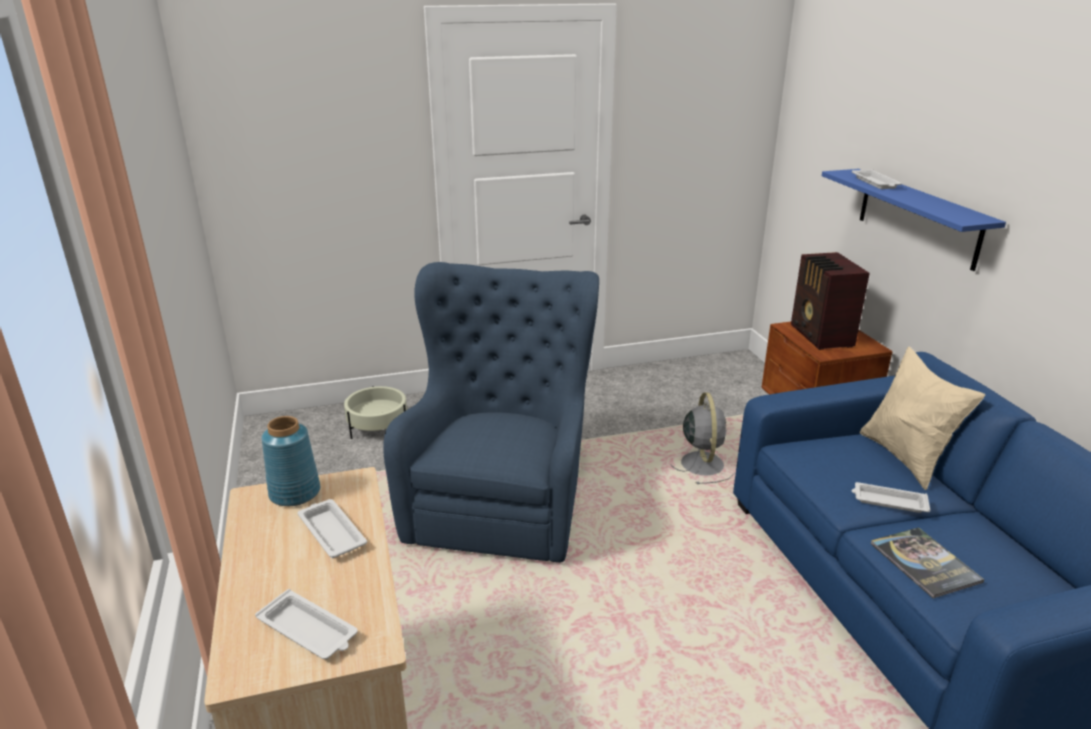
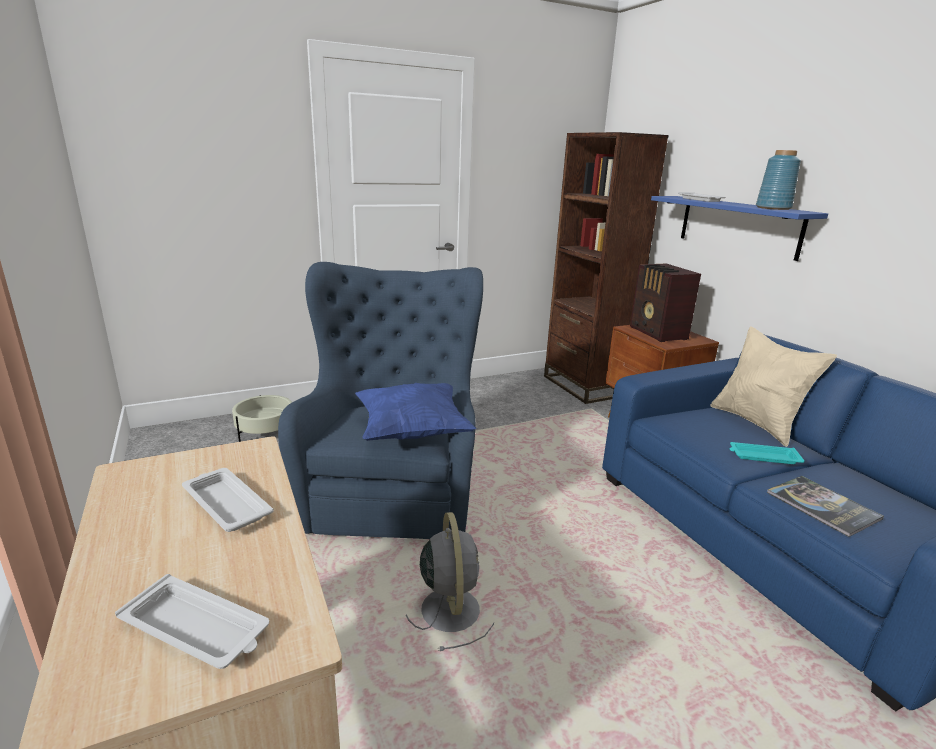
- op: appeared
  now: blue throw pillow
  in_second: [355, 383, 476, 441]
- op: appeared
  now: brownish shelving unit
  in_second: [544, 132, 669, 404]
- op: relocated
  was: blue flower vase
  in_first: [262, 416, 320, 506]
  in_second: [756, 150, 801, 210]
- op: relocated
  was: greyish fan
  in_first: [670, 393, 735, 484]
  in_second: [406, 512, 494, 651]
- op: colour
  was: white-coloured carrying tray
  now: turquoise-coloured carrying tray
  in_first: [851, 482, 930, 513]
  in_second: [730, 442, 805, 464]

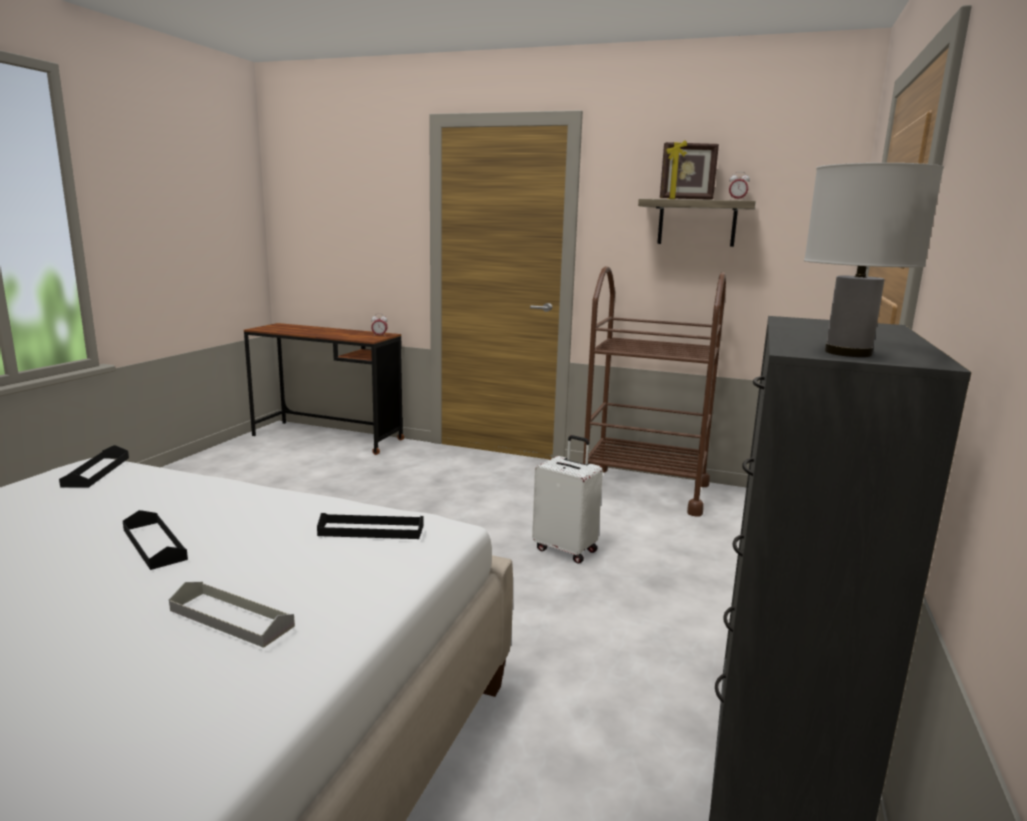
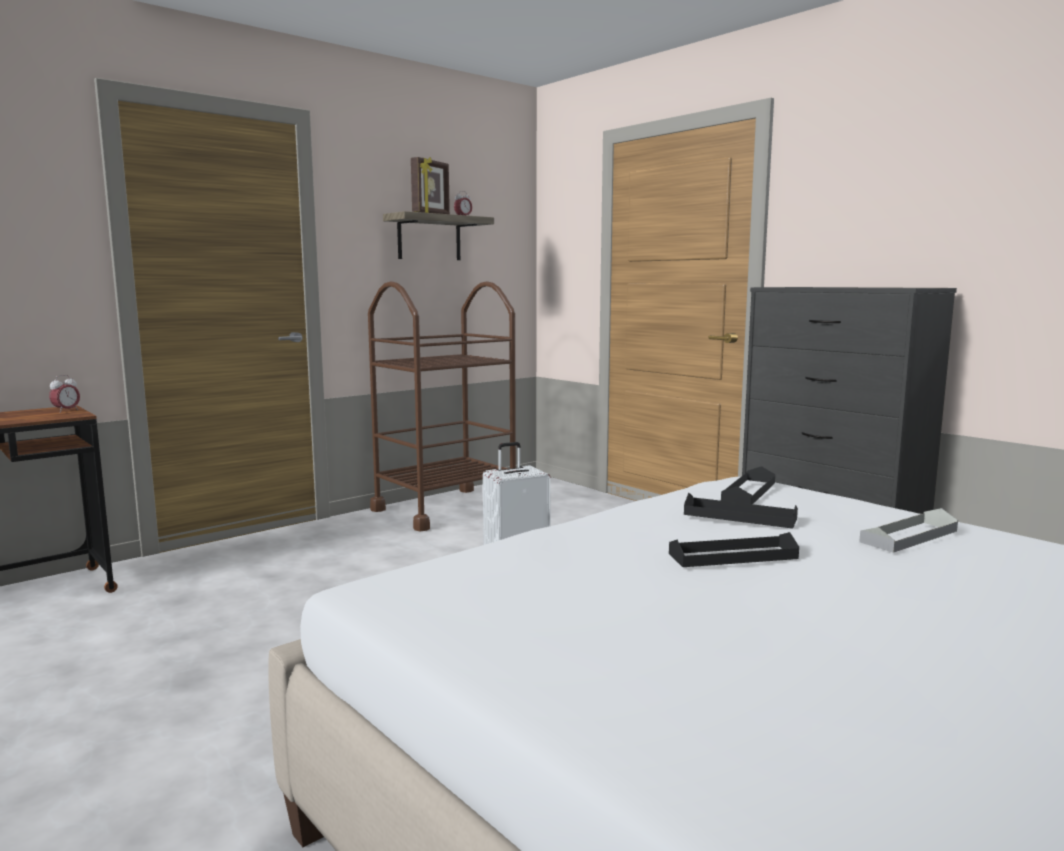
- op: missing
  was: white-coloured table lamp
  in_first: [804, 163, 944, 357]
- op: relocated
  was: black-coloured carrying tray
  in_first: [59, 445, 129, 488]
  in_second: [684, 493, 798, 529]

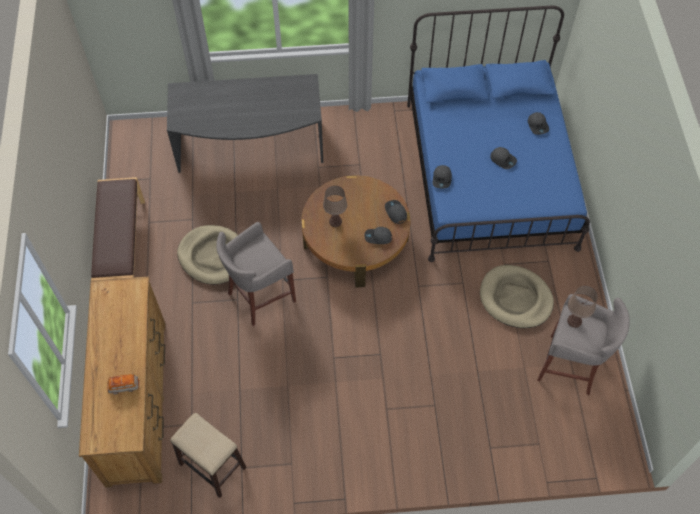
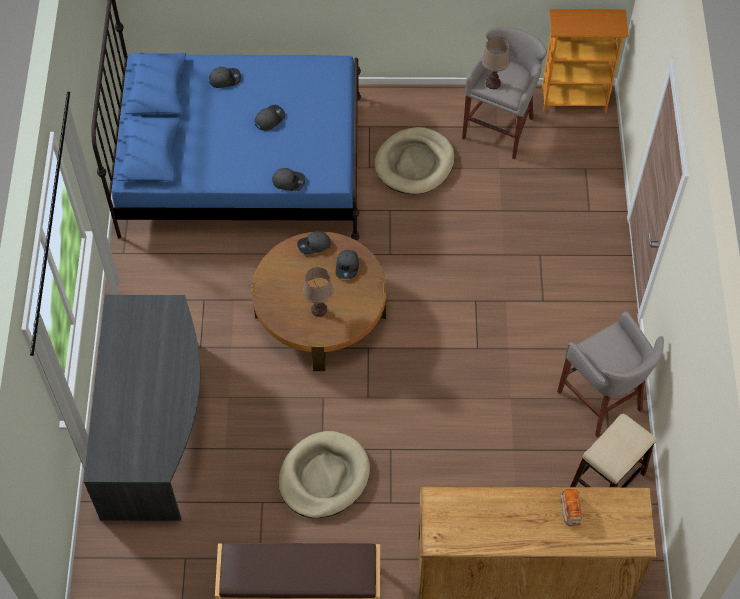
- op: appeared
  now: shelving unit
  in_second: [542, 9, 629, 113]
- op: relocated
  was: greyish stool seat
  in_first: [216, 222, 296, 326]
  in_second: [557, 311, 664, 437]

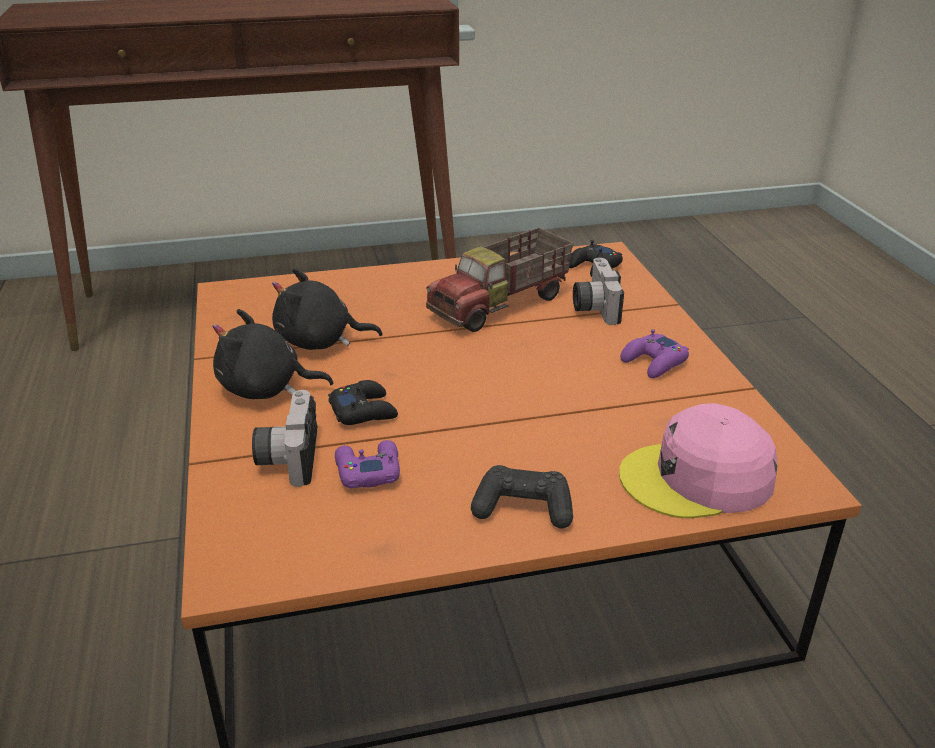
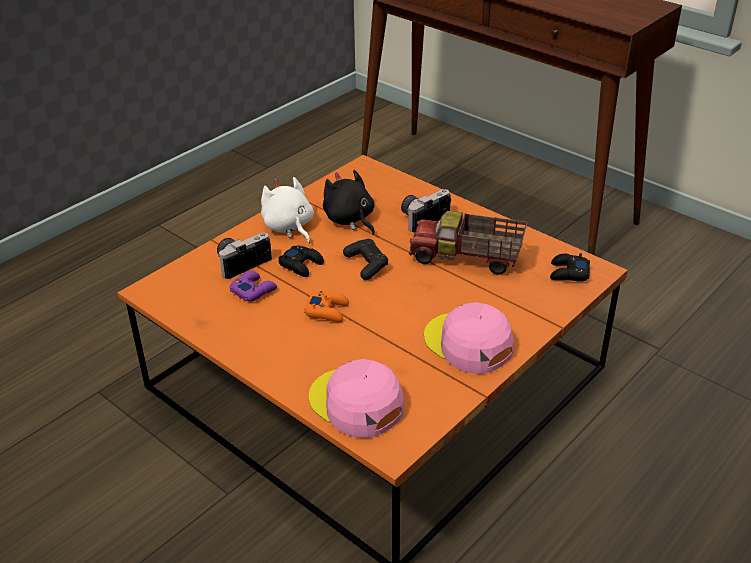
- op: appeared
  now: orange-coloured joypad
  in_second: [304, 291, 349, 322]
- op: relocated
  was: black-coloured joypad
  in_first: [471, 465, 573, 529]
  in_second: [343, 239, 388, 280]
- op: relocated
  was: still camera
  in_first: [573, 258, 624, 325]
  in_second: [401, 189, 451, 233]
- op: exchanged
  was: purple-coloured joypad
  now: pink baseball cap
  in_first: [620, 329, 689, 378]
  in_second: [424, 302, 514, 374]
- op: colour
  was: black-coloured plush toy
  now: white-coloured plush toy
  in_first: [213, 309, 333, 399]
  in_second: [261, 177, 314, 244]

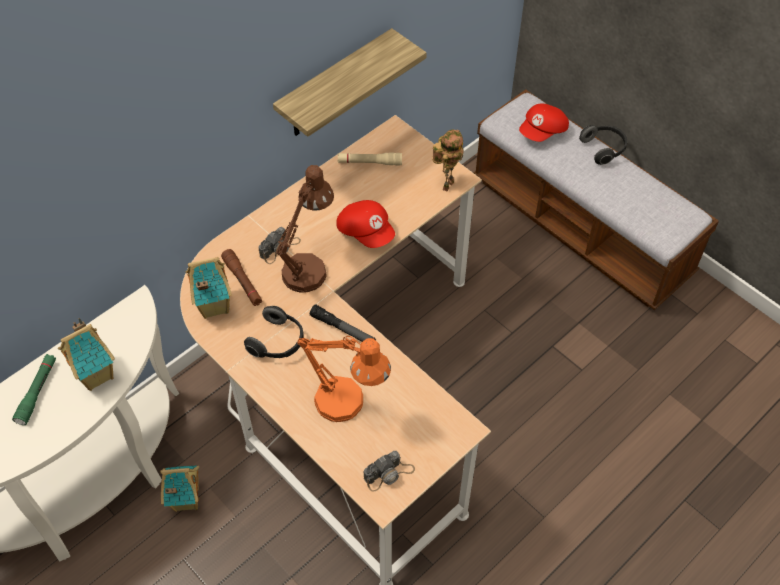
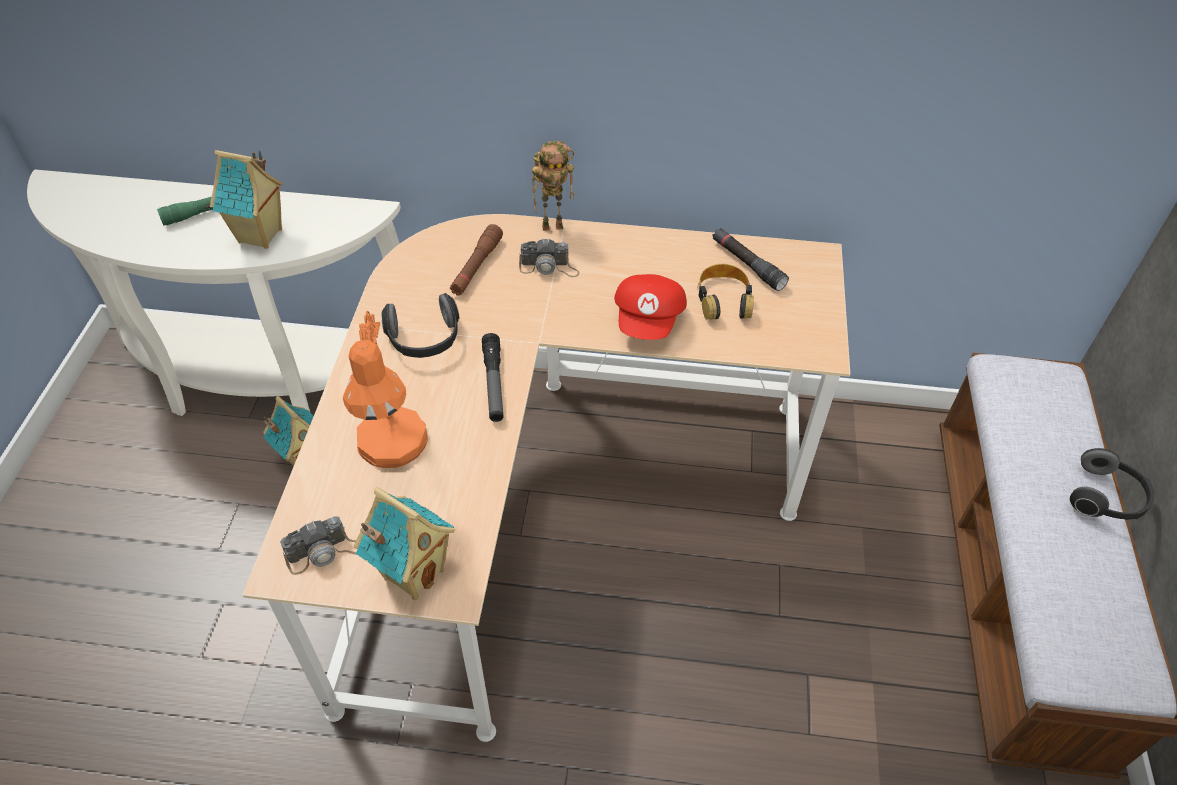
- op: missing
  was: bracket shelf
  in_first: [273, 28, 427, 137]
- op: missing
  was: brownish table lamp
  in_first: [276, 165, 334, 293]
- op: missing
  was: reddish baseball cap
  in_first: [519, 103, 569, 142]
- op: appeared
  now: pair of headphones
  in_second: [698, 264, 754, 320]
- op: relocated
  was: model house
  in_first: [186, 257, 232, 319]
  in_second: [354, 488, 455, 600]
- op: relocated
  was: robot figure
  in_first: [432, 130, 463, 192]
  in_second: [532, 141, 574, 231]
- op: colour
  was: beige hand torch
  now: black-coloured hand torch
  in_first: [337, 153, 402, 165]
  in_second: [712, 228, 789, 291]
- op: spun
  was: still camera
  in_first: [364, 451, 415, 492]
  in_second: [280, 516, 357, 575]
  clockwise: -45

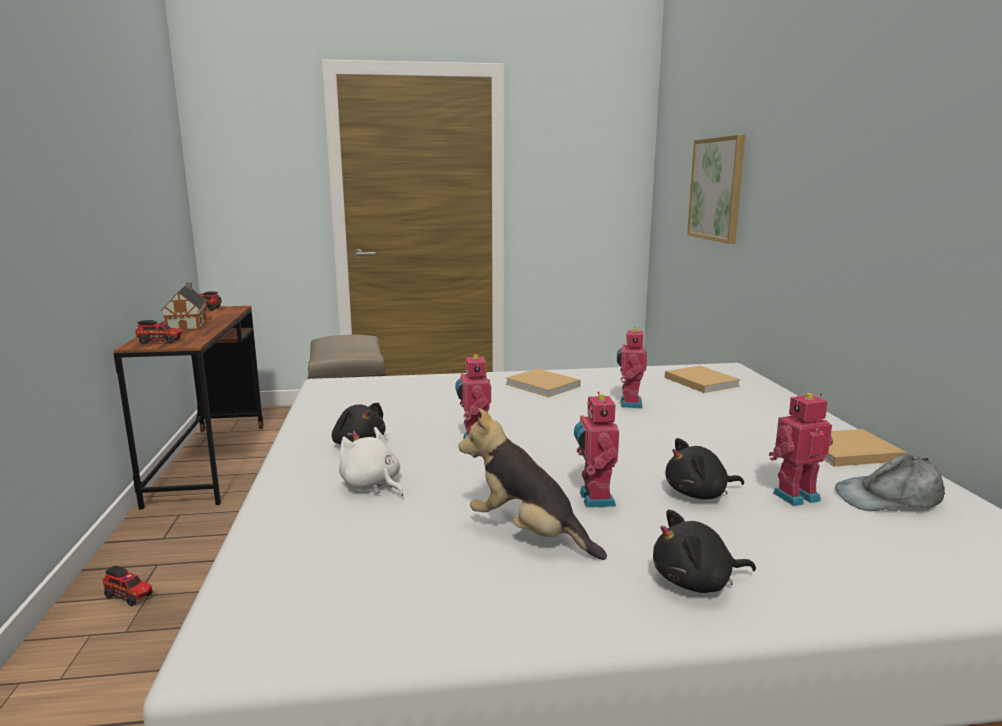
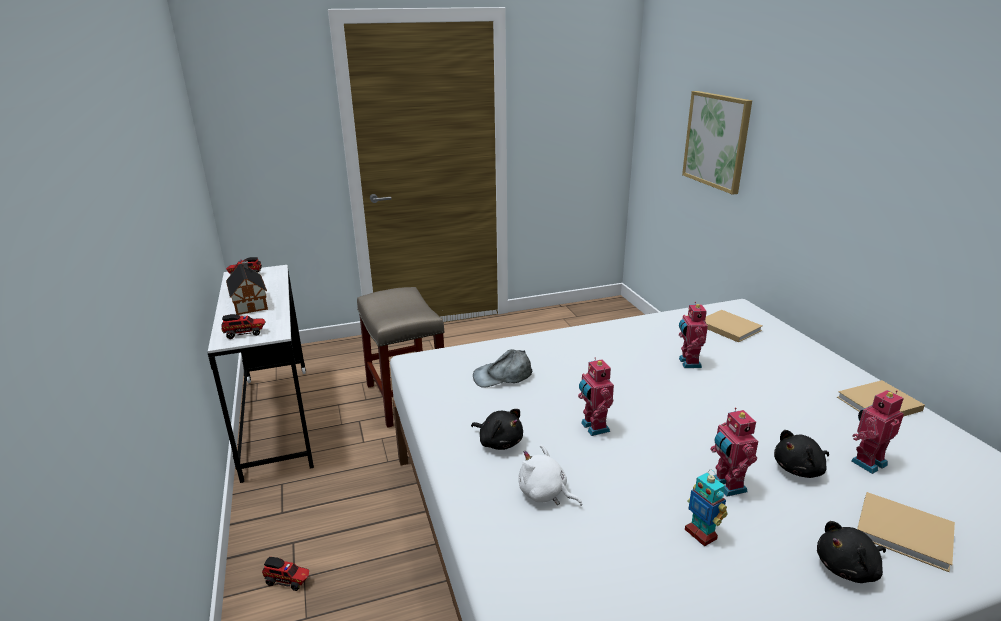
- op: relocated
  was: beige volume
  in_first: [506, 369, 581, 397]
  in_second: [857, 492, 955, 572]
- op: relocated
  was: greyish baseball cap
  in_first: [835, 454, 945, 511]
  in_second: [473, 349, 532, 387]
- op: exchanged
  was: plush toy
  now: robot figure
  in_first: [458, 408, 607, 560]
  in_second: [685, 469, 728, 547]
- op: colour
  was: brownish desk table
  now: white-coloured desk table
  in_first: [113, 306, 263, 510]
  in_second: [208, 265, 314, 483]

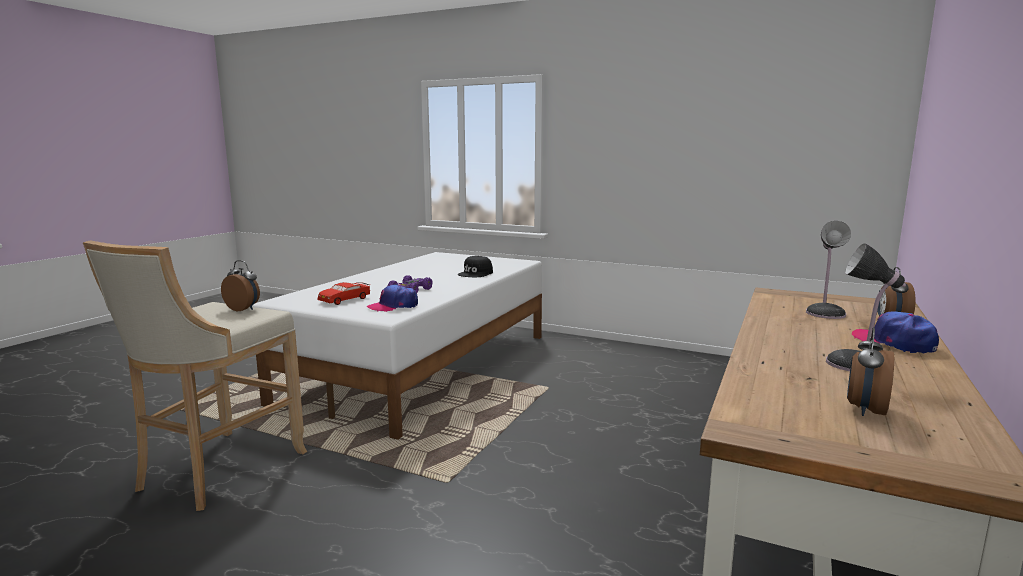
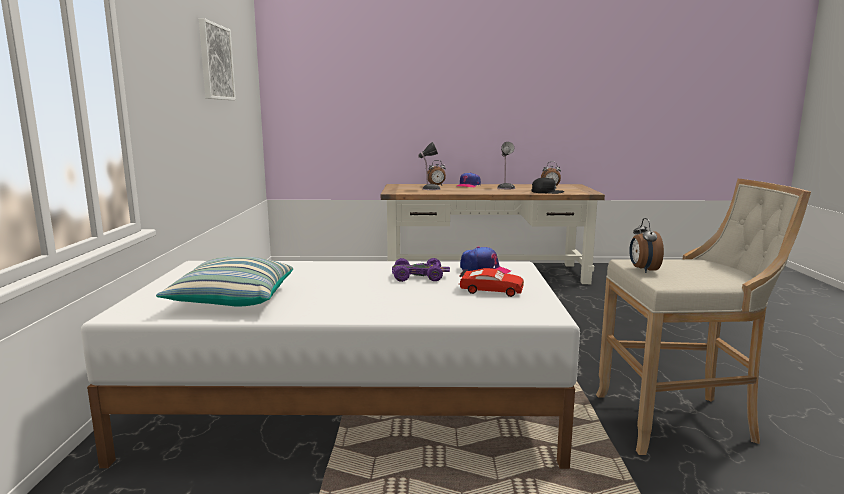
- op: appeared
  now: throw pillow
  in_second: [156, 257, 293, 307]
- op: appeared
  now: wall art
  in_second: [199, 18, 236, 100]
- op: relocated
  was: black-coloured baseball cap
  in_first: [458, 256, 493, 277]
  in_second: [532, 177, 564, 194]

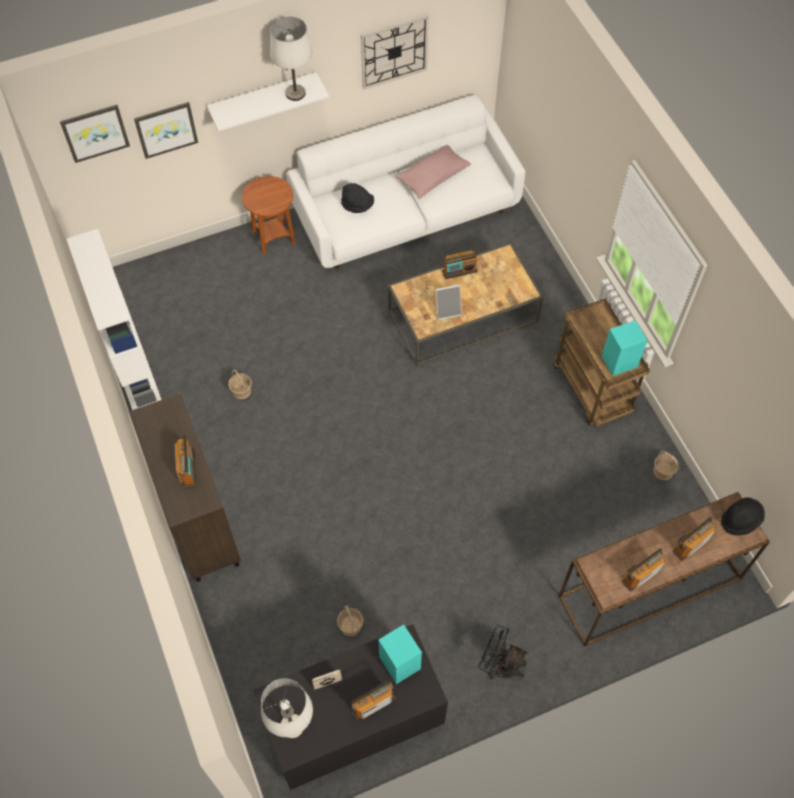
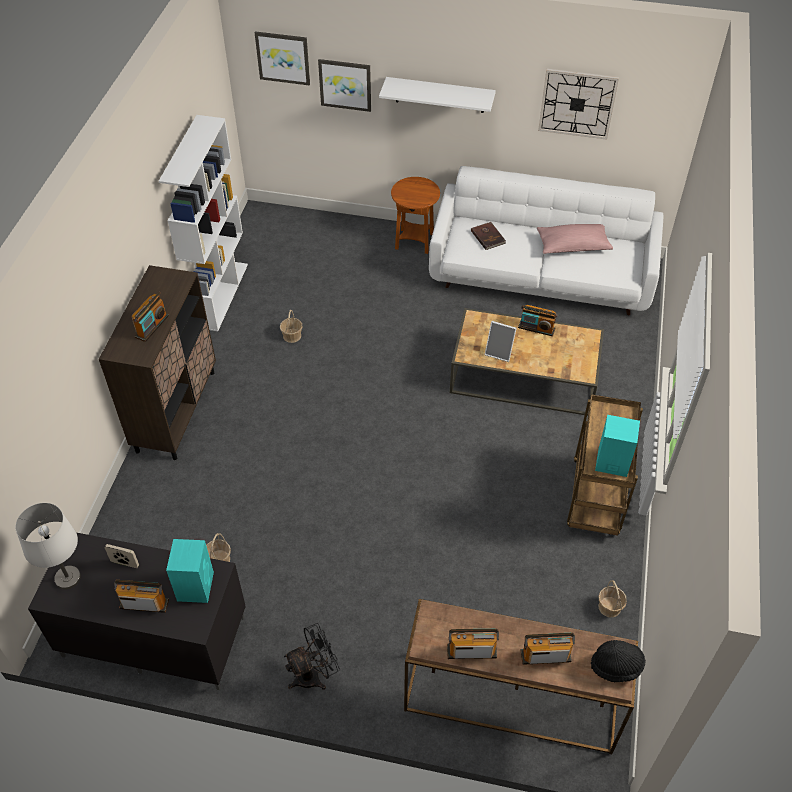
- op: missing
  was: white-coloured table lamp
  in_first: [270, 16, 312, 101]
- op: exchanged
  was: black-coloured wearable hat
  now: brownish volume
  in_first: [341, 183, 374, 213]
  in_second: [471, 222, 506, 250]
- op: spun
  was: black-coloured fan
  in_first: [478, 625, 528, 680]
  in_second: [284, 623, 340, 690]
  clockwise: 90

